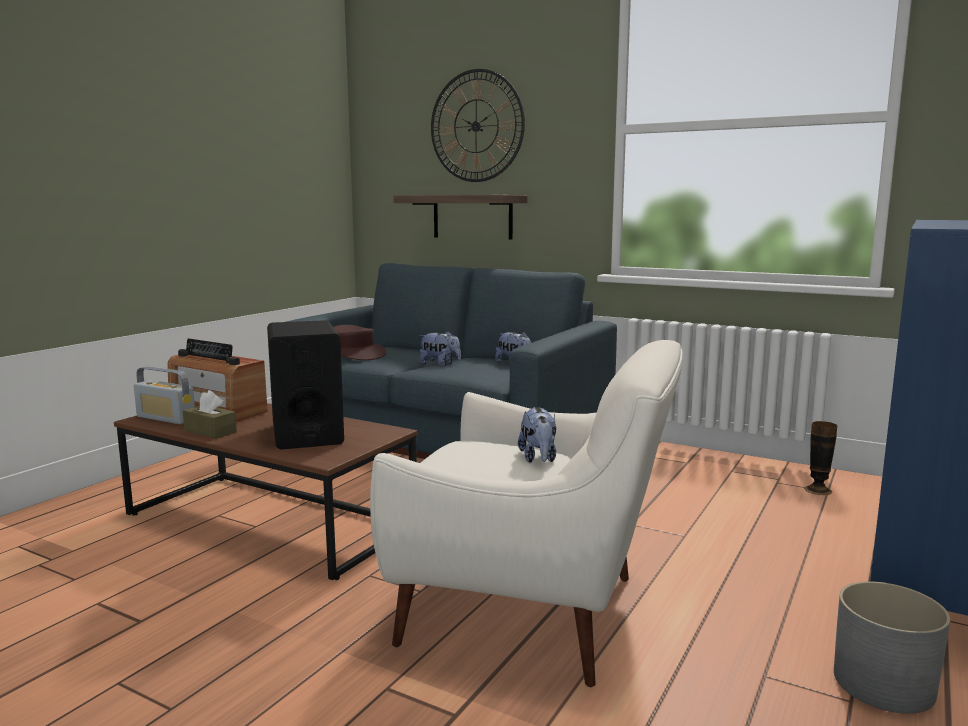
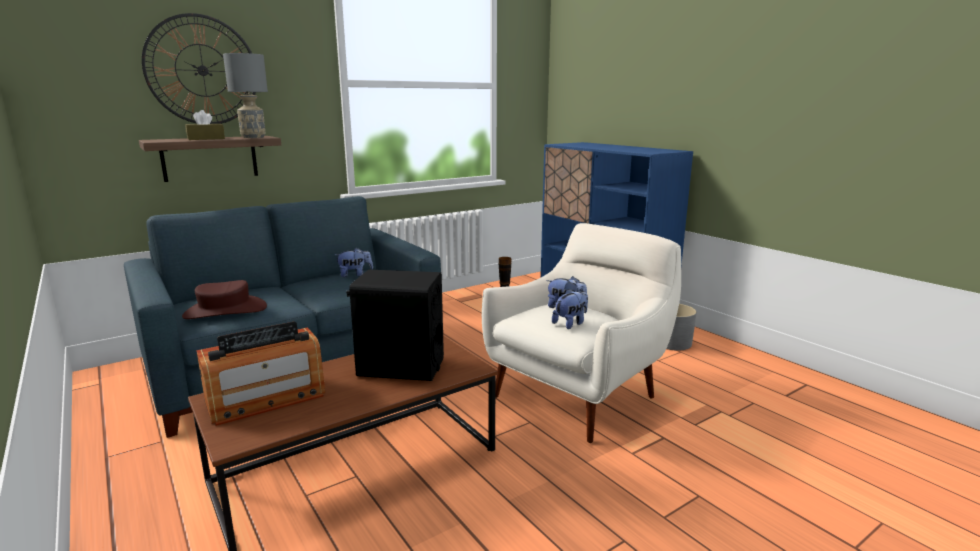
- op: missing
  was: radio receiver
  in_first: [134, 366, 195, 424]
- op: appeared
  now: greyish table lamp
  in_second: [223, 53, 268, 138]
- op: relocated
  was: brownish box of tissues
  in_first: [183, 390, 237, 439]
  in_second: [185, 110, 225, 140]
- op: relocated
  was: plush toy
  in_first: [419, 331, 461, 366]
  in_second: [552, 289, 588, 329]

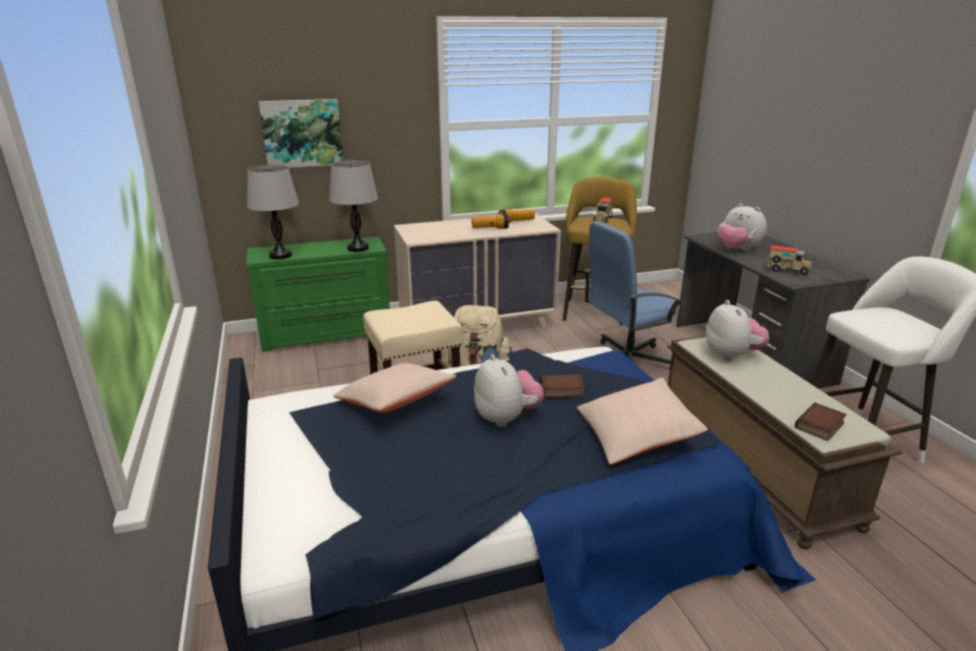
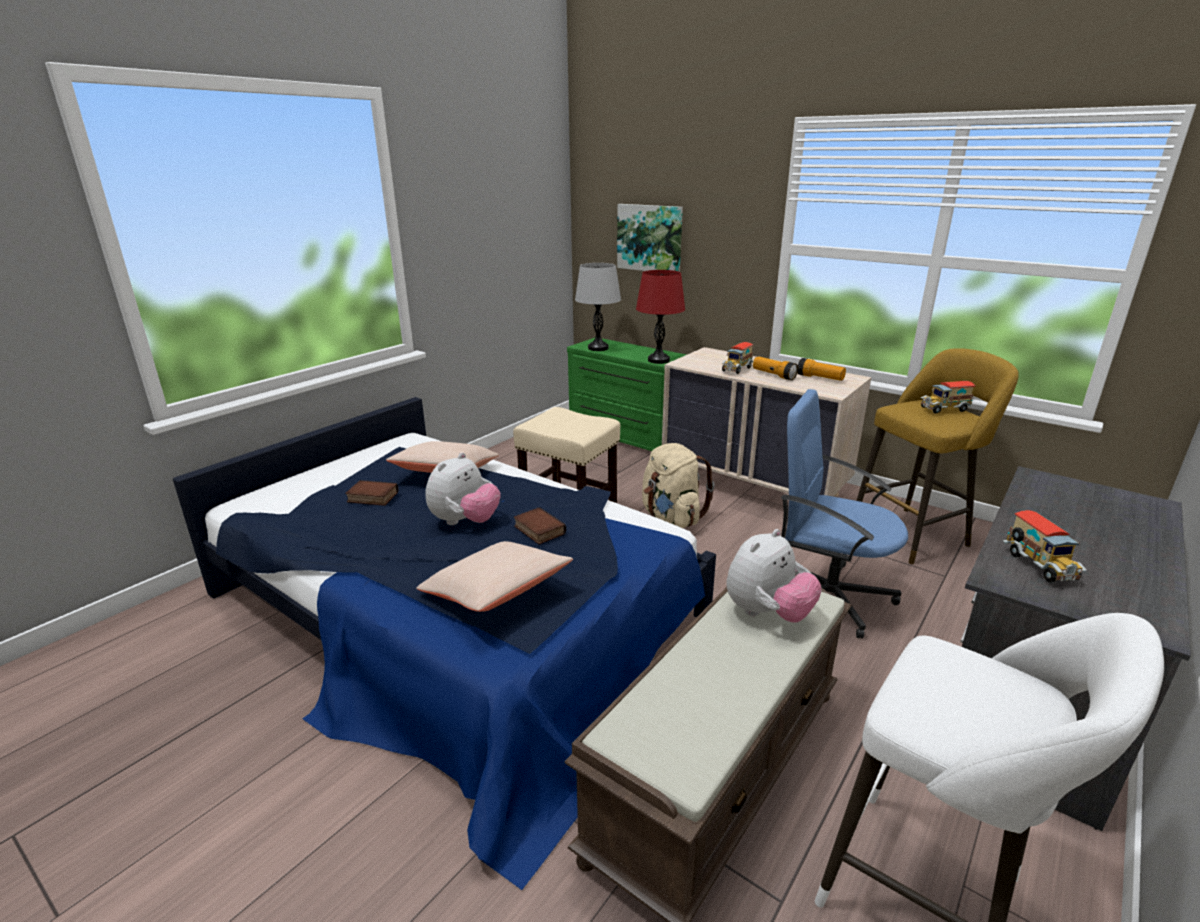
- op: missing
  was: plush toy
  in_first: [718, 203, 767, 251]
- op: appeared
  now: toy truck
  in_second: [722, 342, 753, 374]
- op: relocated
  was: volume
  in_first: [795, 403, 847, 441]
  in_second: [345, 480, 398, 506]
- op: colour
  was: greyish table lamp
  now: reddish table lamp
  in_first: [329, 160, 378, 252]
  in_second: [636, 270, 685, 364]

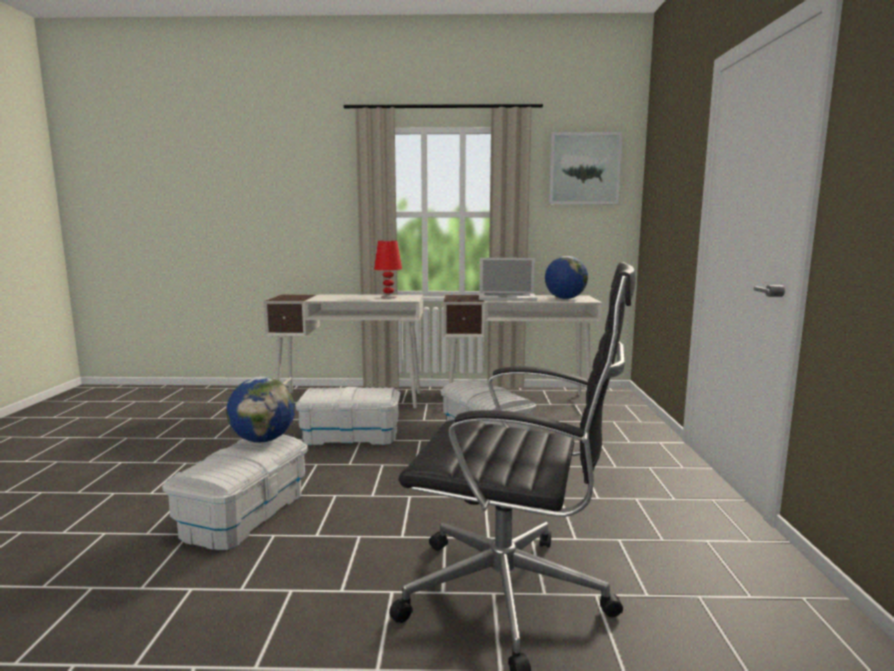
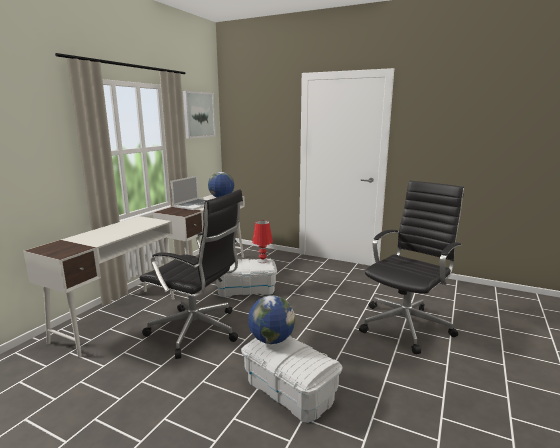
- op: relocated
  was: reddish table lamp
  in_first: [374, 241, 402, 298]
  in_second: [252, 220, 273, 263]
- op: exchanged
  was: white-coloured storage box
  now: black-coloured office chair
  in_first: [295, 387, 400, 445]
  in_second: [140, 189, 243, 359]

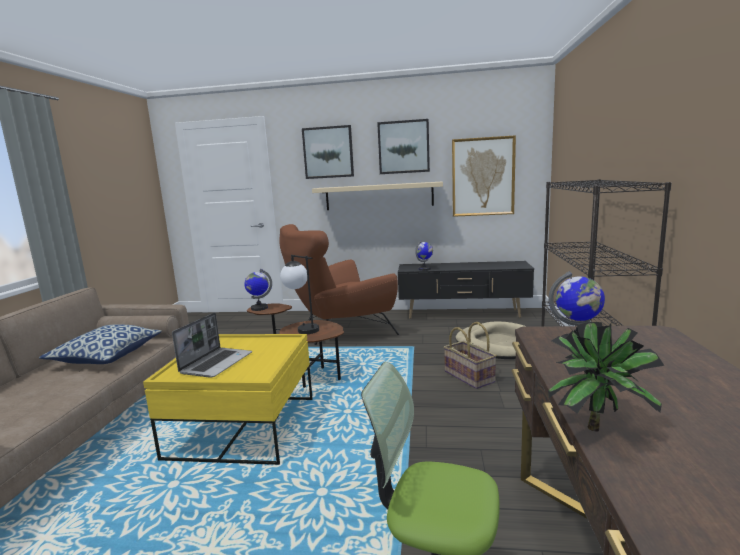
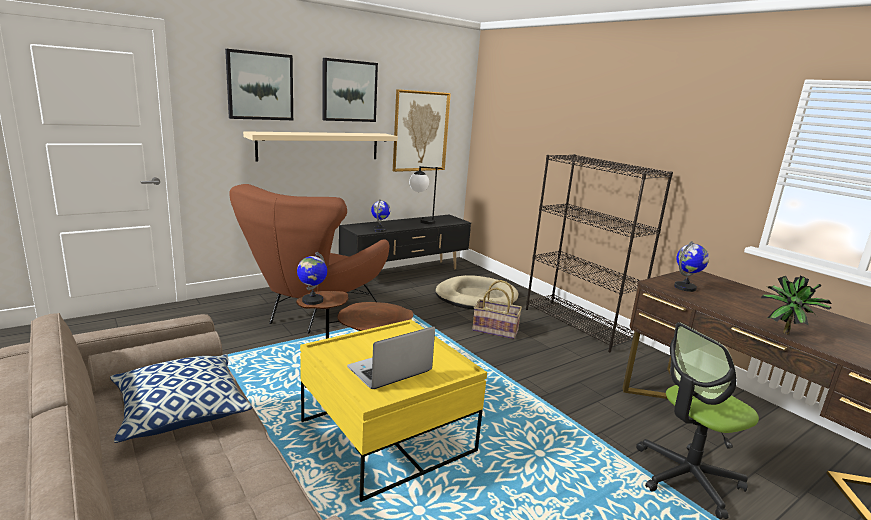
- op: relocated
  was: table lamp
  in_first: [280, 255, 319, 334]
  in_second: [409, 166, 442, 224]
- op: spun
  was: laptop
  in_first: [172, 312, 252, 378]
  in_second: [347, 326, 435, 389]
  clockwise: -105

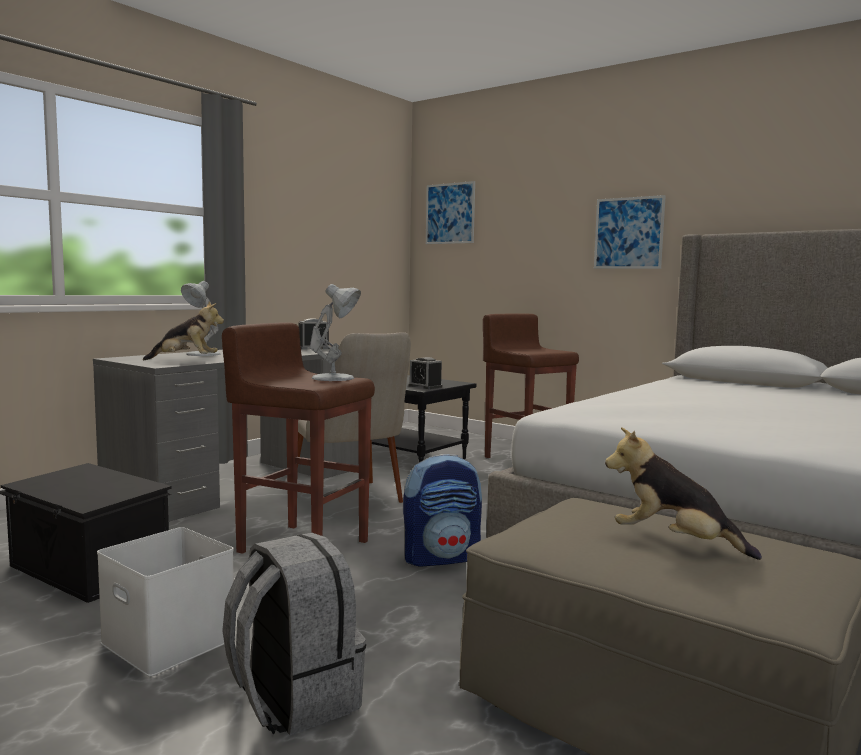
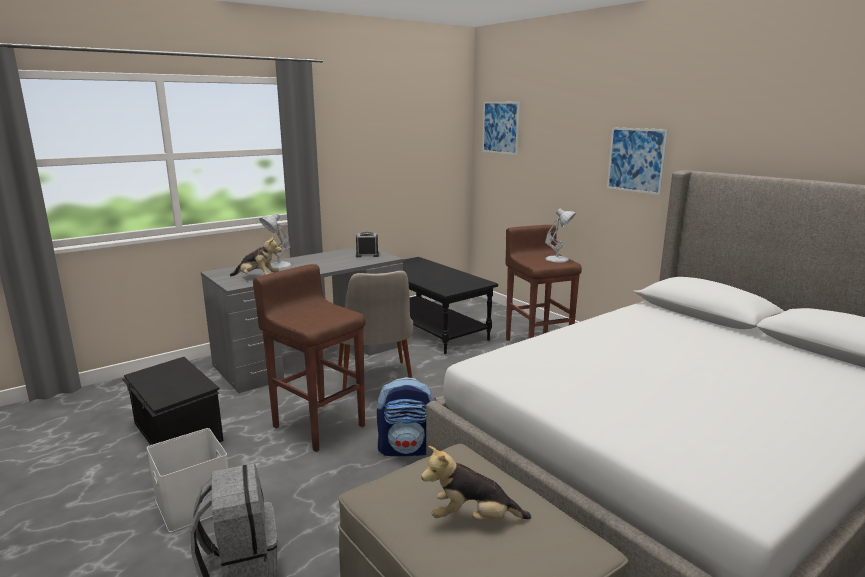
- op: missing
  was: table clock
  in_first: [408, 357, 442, 389]
- op: relocated
  was: white-coloured table lamp
  in_first: [310, 284, 361, 381]
  in_second: [545, 208, 576, 262]
- op: spun
  was: plush toy
  in_first: [605, 427, 762, 560]
  in_second: [421, 446, 531, 520]
  clockwise: -45

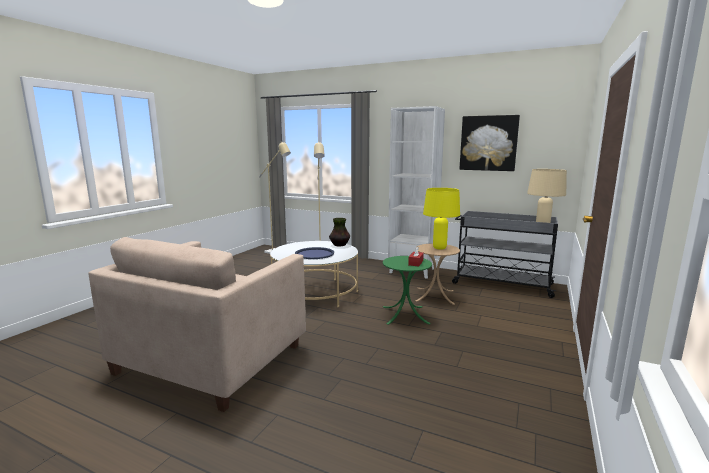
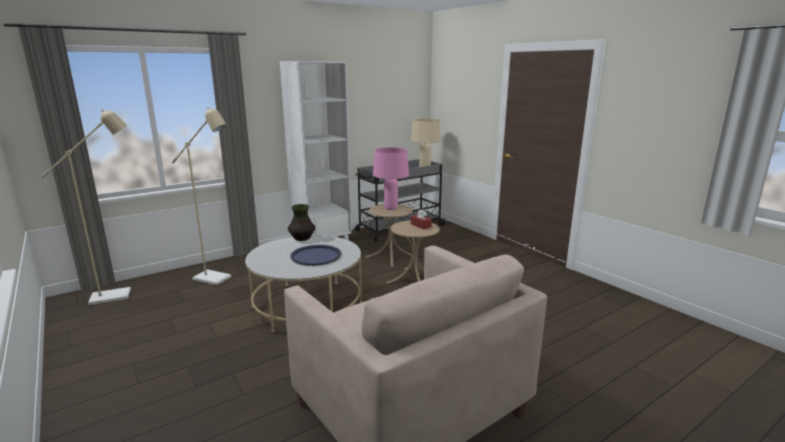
- op: missing
  was: wall art
  in_first: [459, 115, 520, 171]
- op: colour
  was: green side table
  now: beige side table
  in_first: [383, 256, 432, 325]
  in_second: [386, 220, 440, 283]
- op: colour
  was: yellowish table lamp
  now: pink table lamp
  in_first: [423, 188, 460, 250]
  in_second: [373, 147, 409, 210]

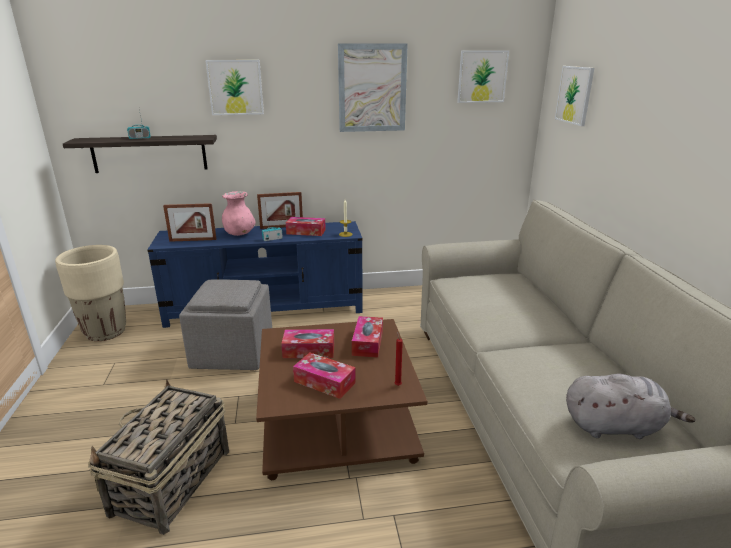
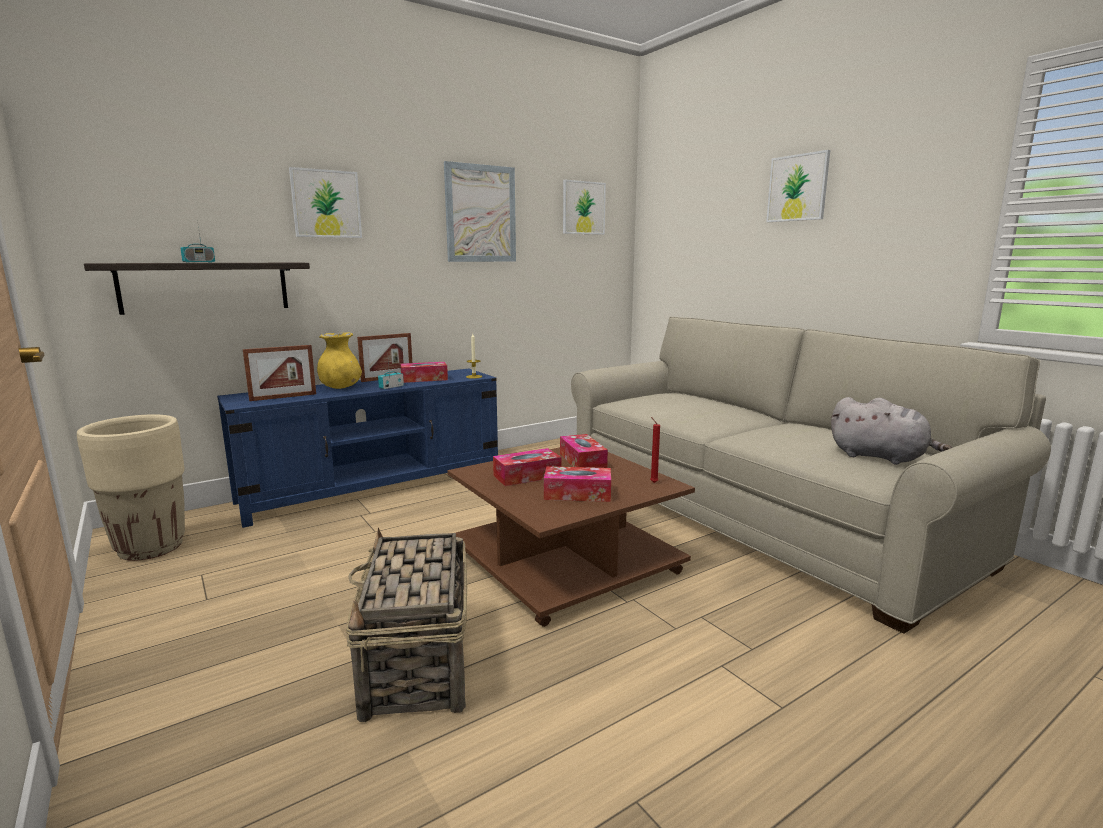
- op: missing
  was: greyish ottoman
  in_first: [179, 279, 272, 370]
- op: relocated
  was: wall art
  in_first: [555, 66, 594, 126]
  in_second: [766, 150, 830, 222]
- op: colour
  was: pink flower vase
  now: yellowish flower vase
  in_first: [222, 191, 256, 236]
  in_second: [317, 332, 362, 389]
- op: spun
  was: greyish plush toy
  in_first: [566, 373, 695, 439]
  in_second: [831, 397, 952, 465]
  clockwise: 60

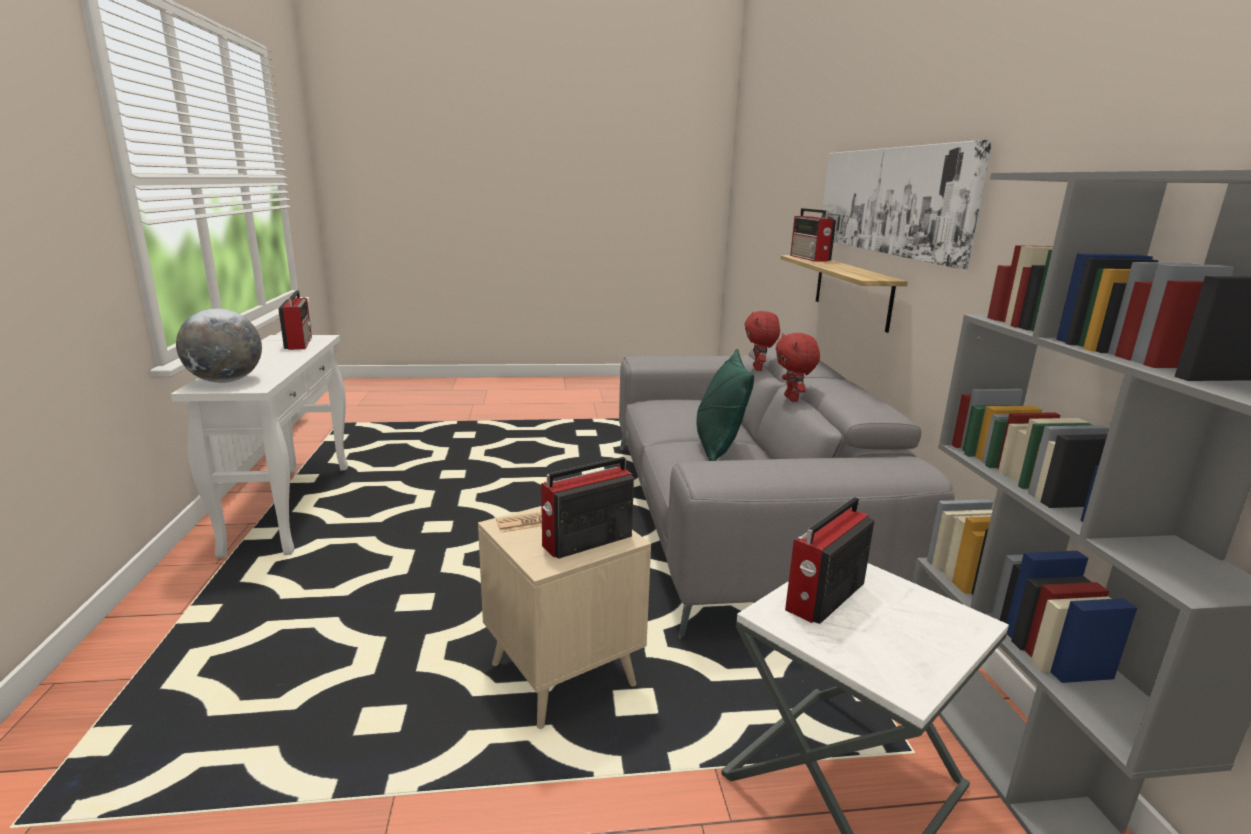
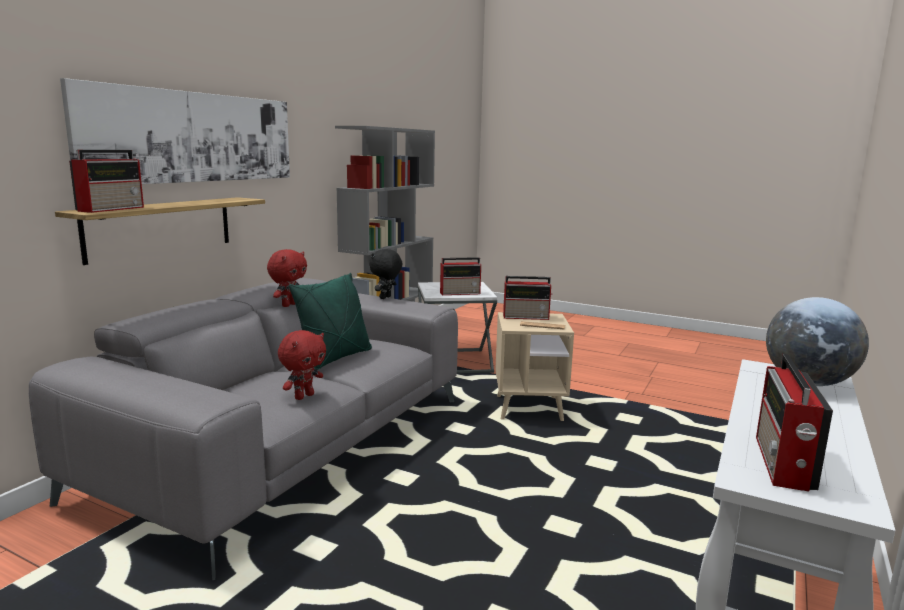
- op: appeared
  now: black-coloured plush toy
  in_second: [369, 249, 402, 299]
- op: relocated
  was: reddish plush toy
  in_first: [744, 311, 780, 371]
  in_second: [278, 330, 326, 400]

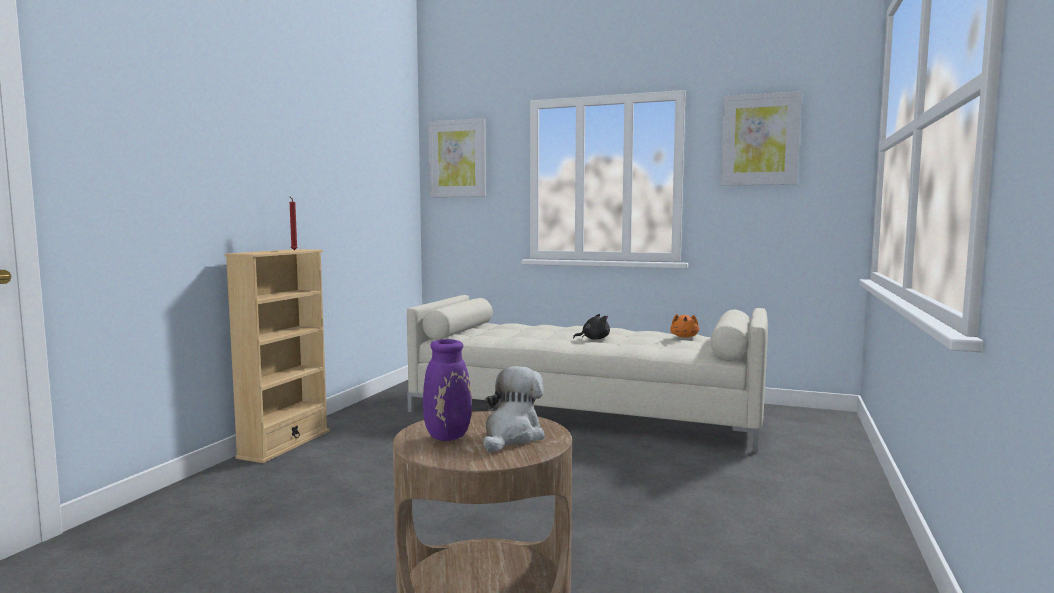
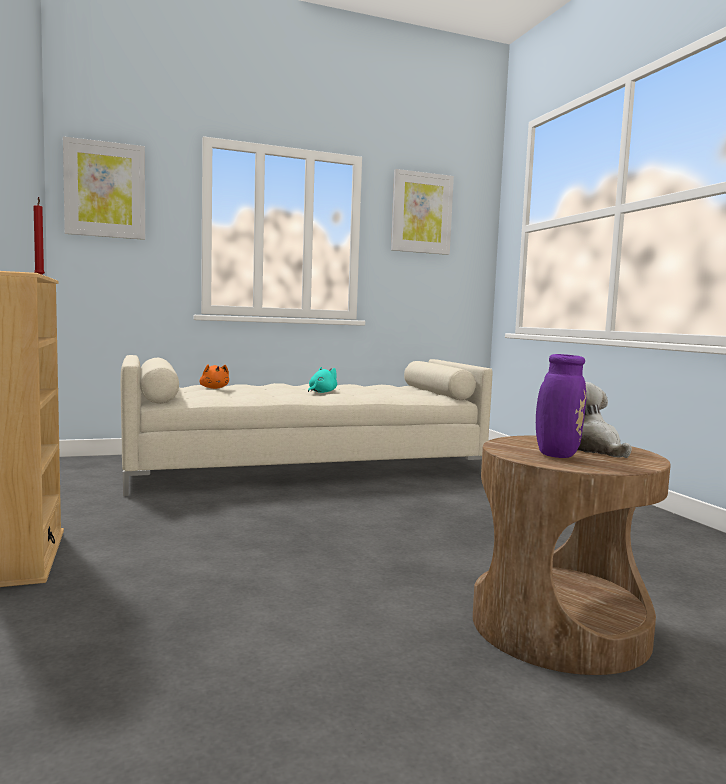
- op: relocated
  was: orange-coloured plush toy
  in_first: [670, 314, 699, 338]
  in_second: [200, 364, 229, 389]
- op: colour
  was: black-coloured plush toy
  now: turquoise-coloured plush toy
  in_first: [573, 314, 610, 340]
  in_second: [308, 367, 337, 393]

